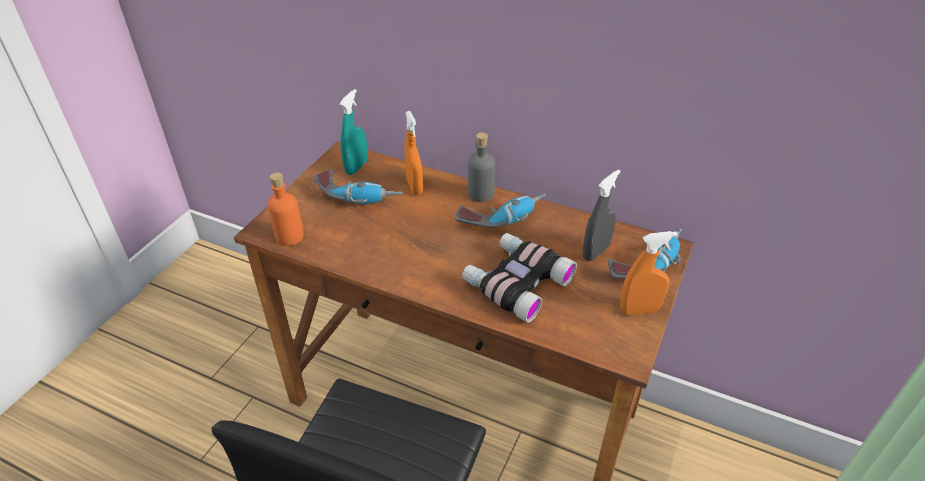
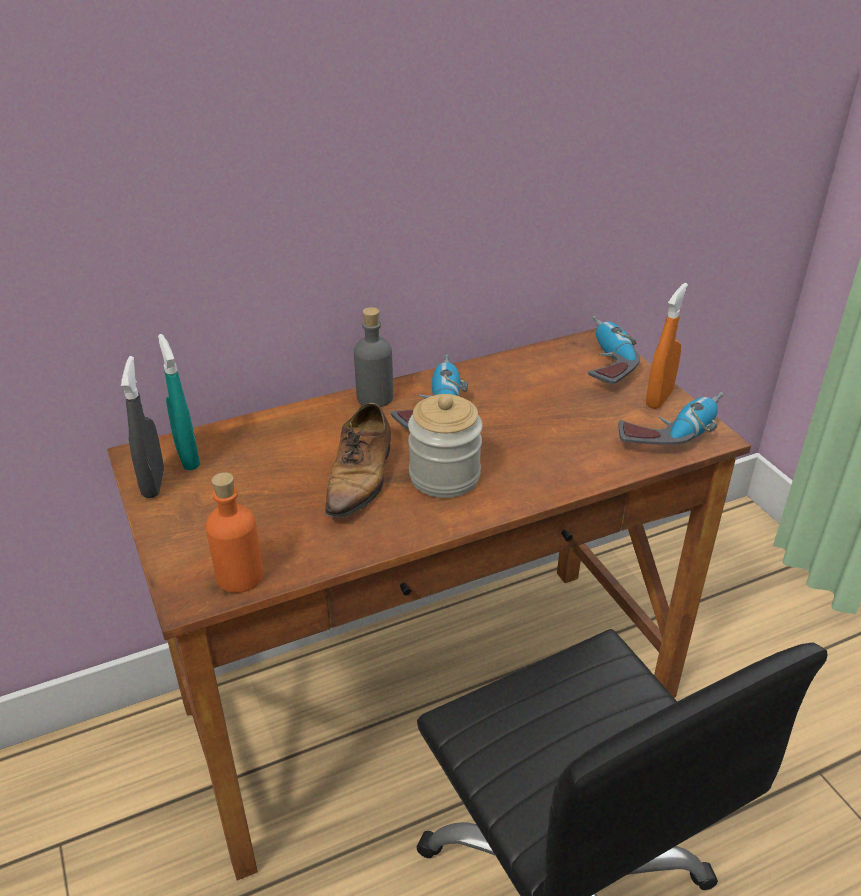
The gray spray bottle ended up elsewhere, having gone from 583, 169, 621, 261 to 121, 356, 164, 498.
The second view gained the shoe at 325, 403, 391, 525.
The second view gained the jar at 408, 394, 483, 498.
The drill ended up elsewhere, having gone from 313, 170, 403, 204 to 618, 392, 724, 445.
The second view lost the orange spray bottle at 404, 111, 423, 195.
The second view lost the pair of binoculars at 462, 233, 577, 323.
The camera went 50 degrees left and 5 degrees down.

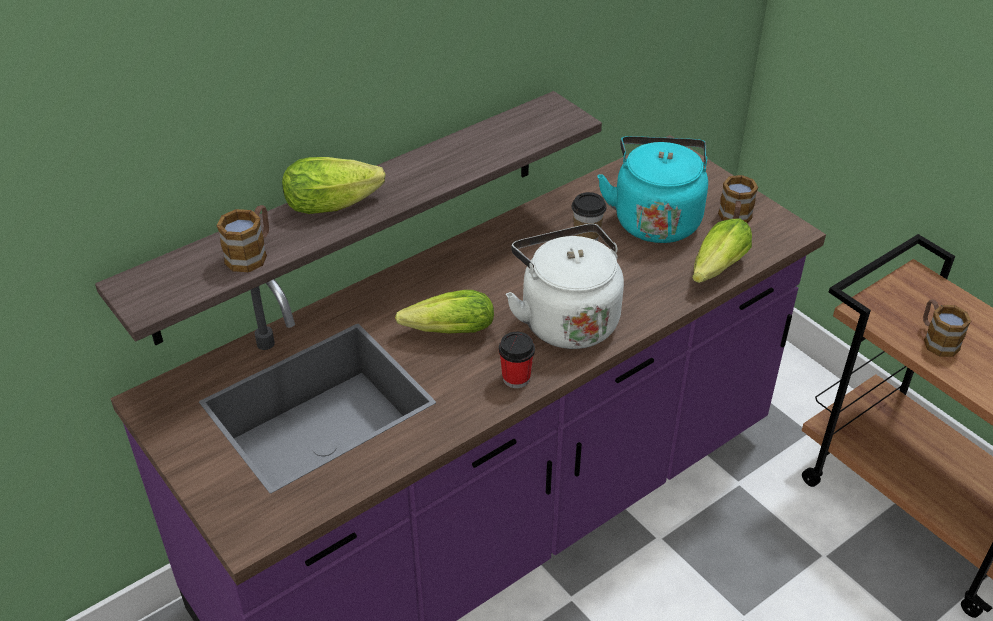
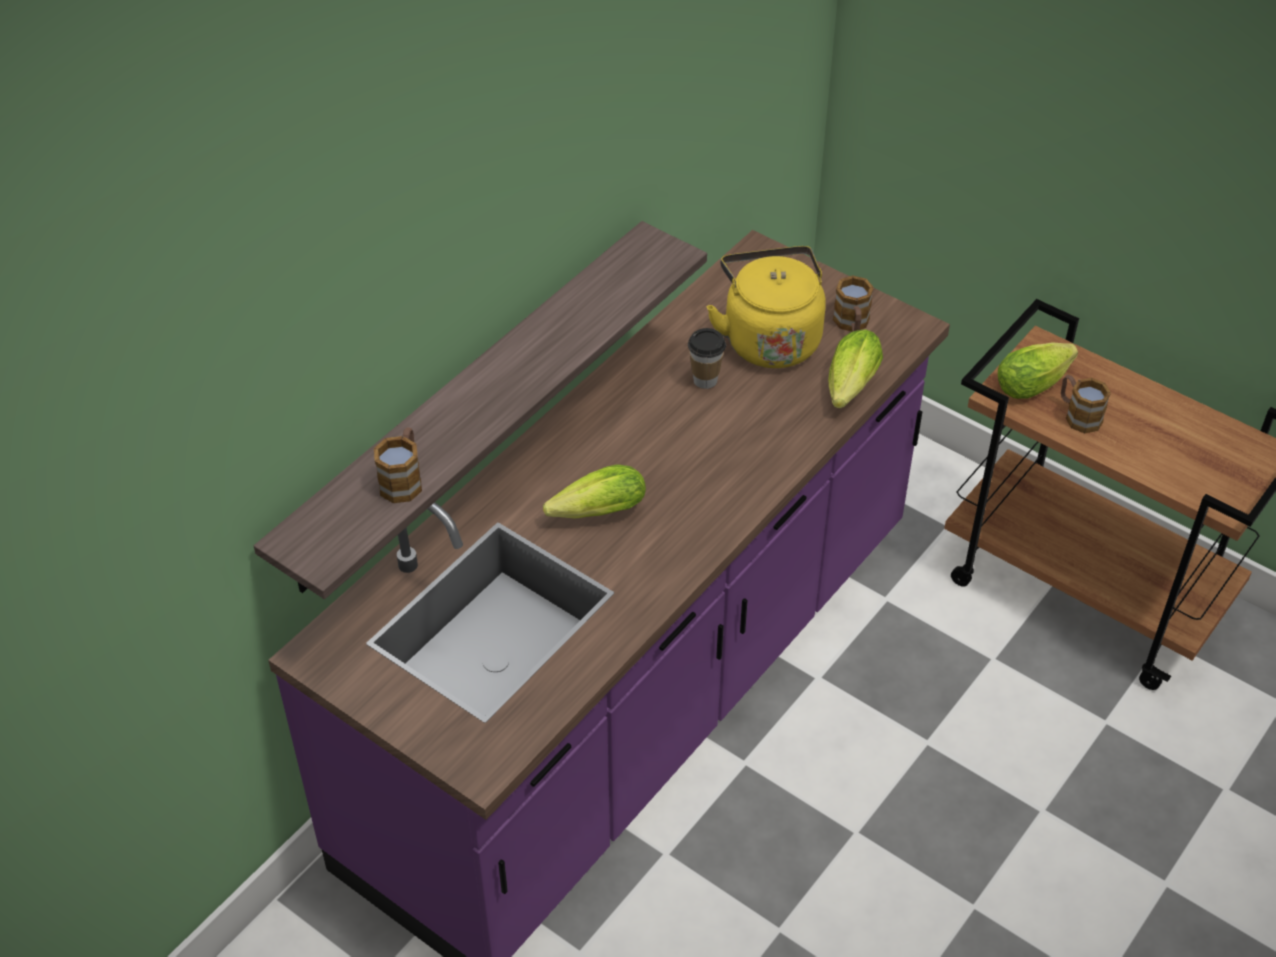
What was the turquoise-coloured kettle at 597, 136, 708, 243 turned into the yellowish kettle at 706, 246, 826, 368.
The lettuce ended up elsewhere, having gone from 282, 157, 385, 214 to 998, 342, 1078, 399.
The second view lost the drinking cup at 499, 332, 535, 388.
The second view lost the white-coloured kettle at 506, 224, 624, 349.
The camera went 15 degrees left and 5 degrees up.

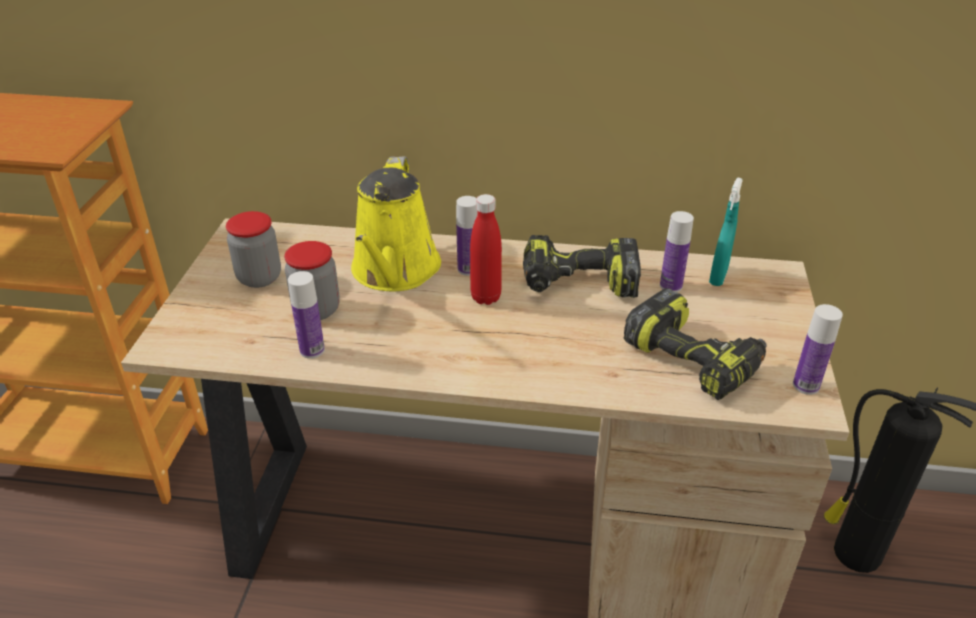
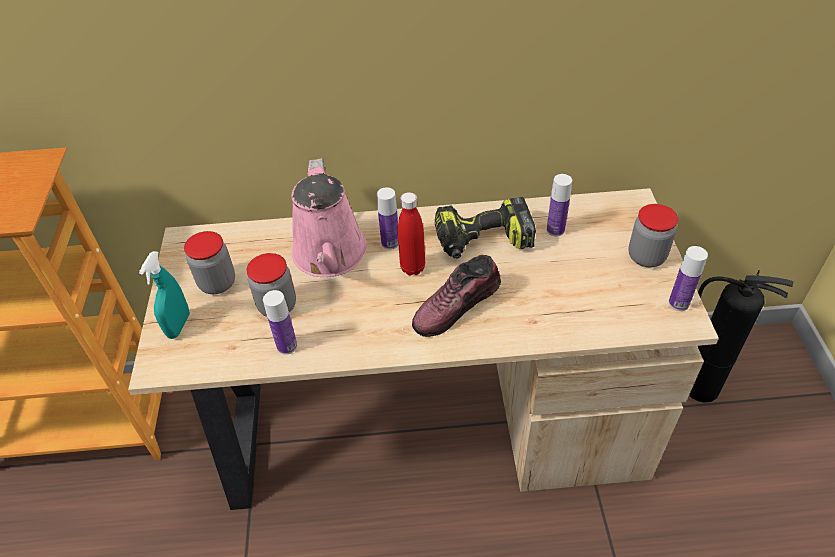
The turquoise-coloured spray bottle ended up elsewhere, having gone from 709, 178, 743, 286 to 139, 251, 190, 339.
What was the yellowish watering pot at 351, 156, 441, 292 turned into the pink-coloured watering pot at 291, 158, 367, 277.
The second view gained the shoe at 412, 255, 501, 337.
The second view gained the jar at 629, 204, 678, 268.
The second view lost the drill at 624, 288, 767, 400.
The camera went 10 degrees left and 10 degrees up.

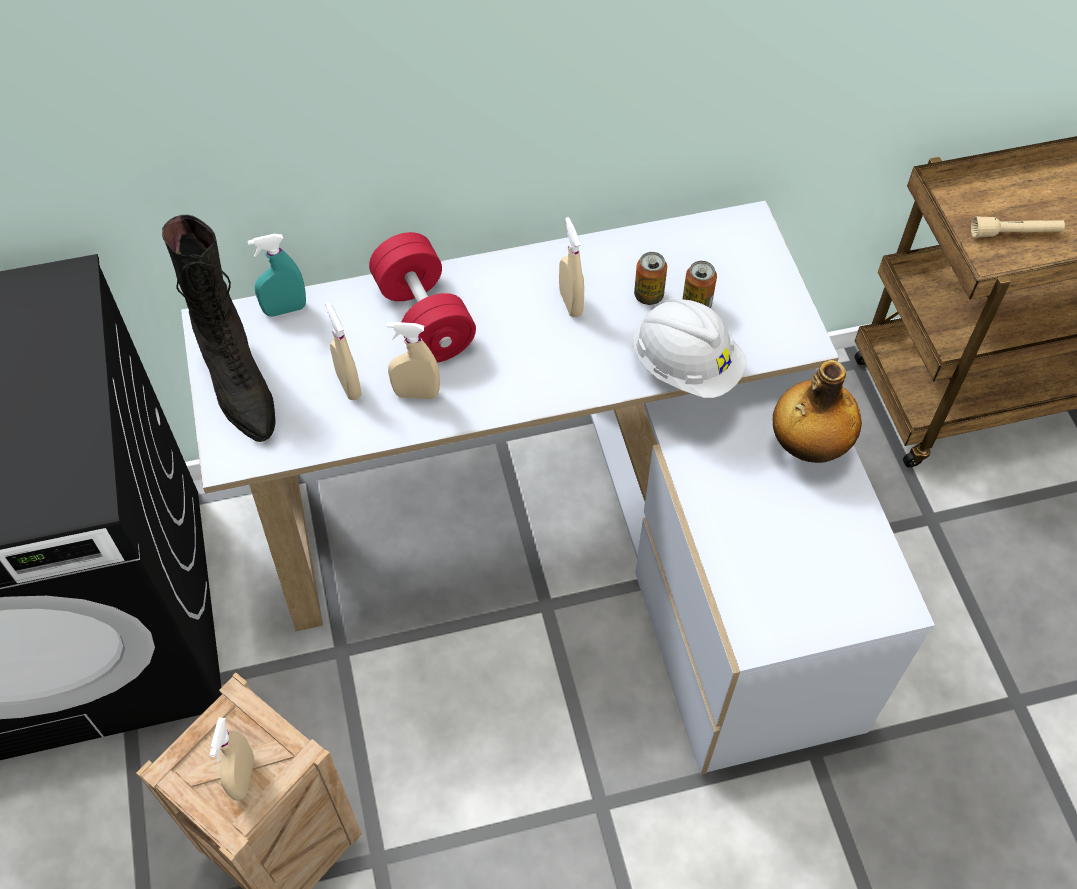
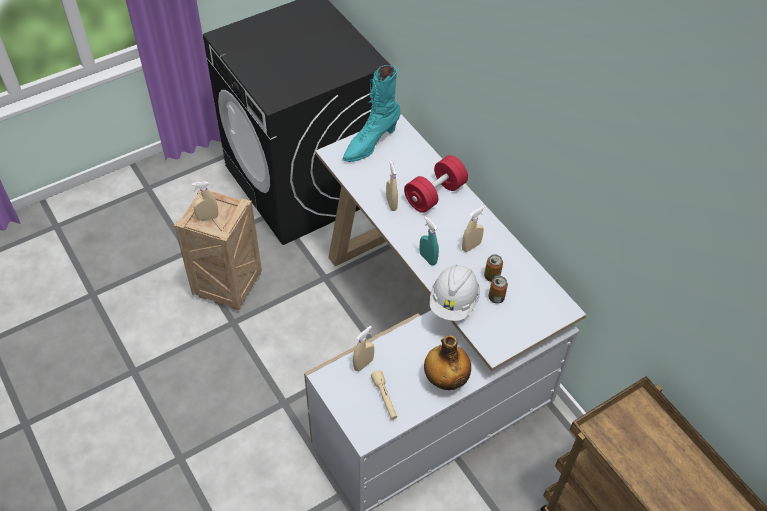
What was the black-coloured boot at 162, 215, 276, 442 turned into the turquoise-coloured boot at 342, 65, 401, 162.
The beige spray bottle ended up elsewhere, having gone from 325, 302, 362, 400 to 353, 326, 374, 371.
The beige hand torch ended up elsewhere, having gone from 971, 216, 1065, 238 to 371, 370, 397, 420.
The turquoise-coloured spray bottle ended up elsewhere, having gone from 248, 234, 306, 317 to 419, 217, 439, 266.
The camera went 70 degrees right and 5 degrees down.

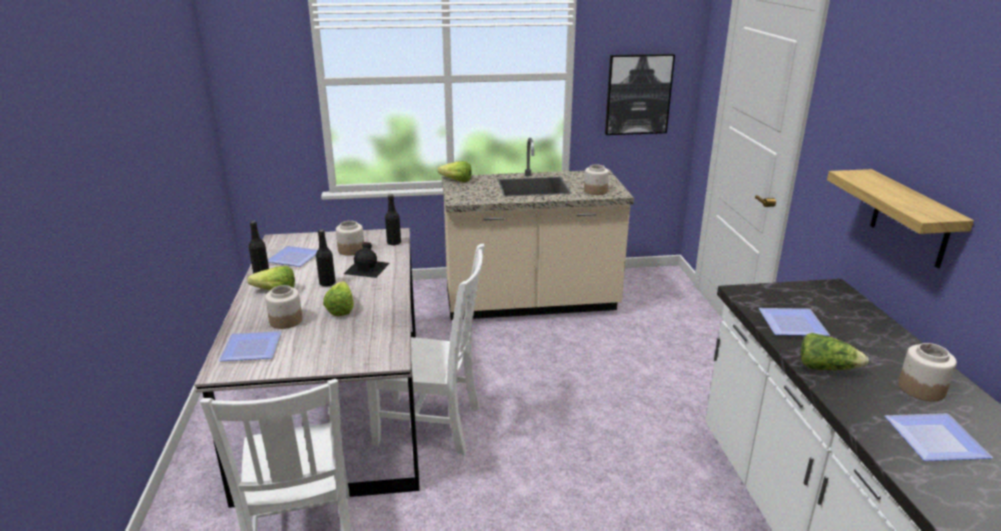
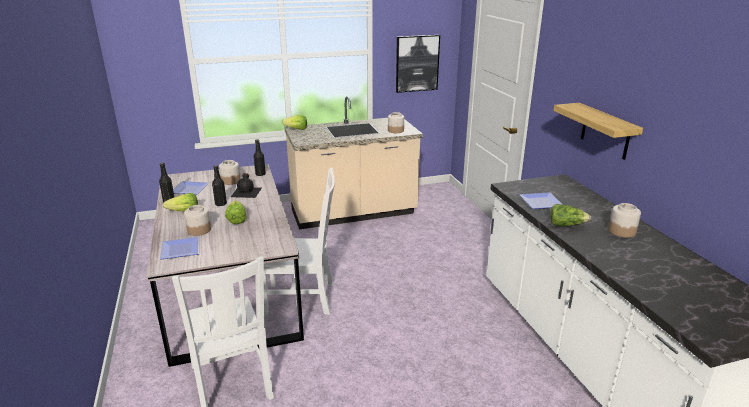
The second view lost the flat dish at 885, 413, 993, 461.
The camera went 10 degrees left and 0 degrees up.

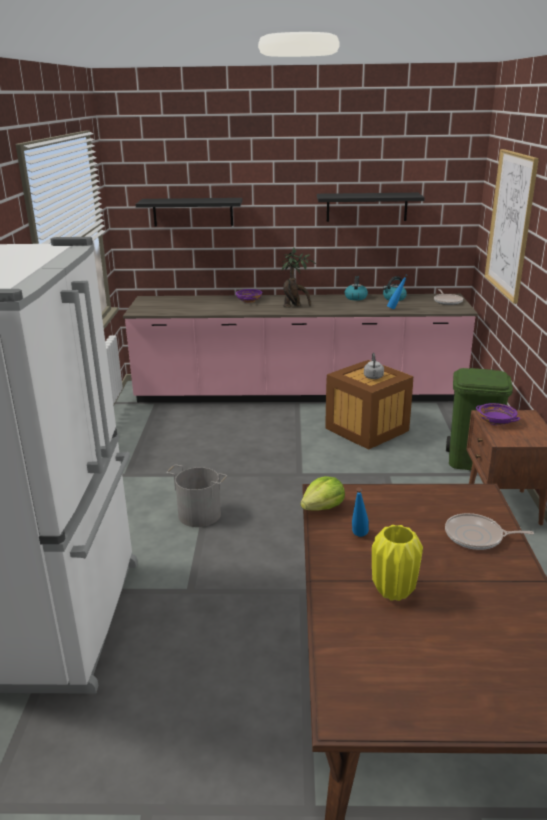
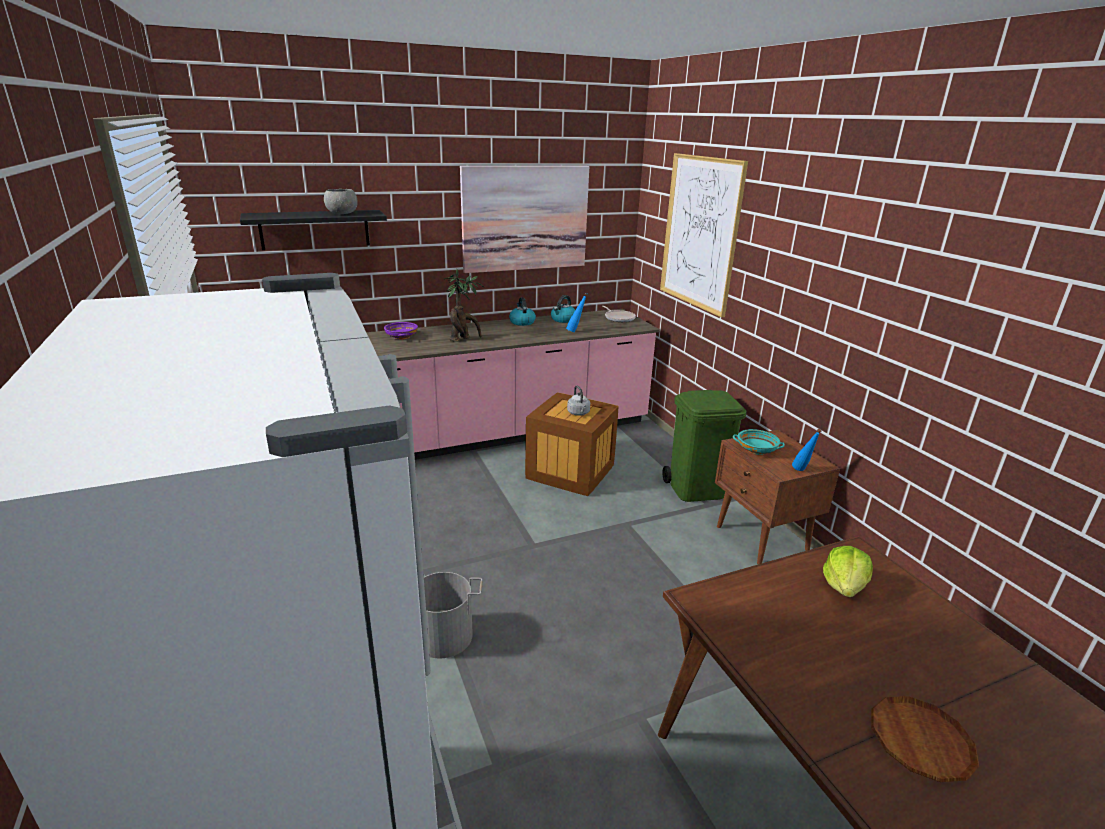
The second view gained the gray deep dish at 324, 189, 358, 214.
Where the black-coloured bracket shelf hung at 317, 193, 425, 222, the picture came to hang at 460, 166, 589, 273.
What was the purplish deep dish at 476, 403, 520, 426 turned into the turquoise-coloured deep dish at 733, 429, 785, 455.
The blue-coloured drink bottle ended up elsewhere, having gone from 352, 487, 369, 537 to 792, 429, 822, 471.
The lettuce ended up elsewhere, having gone from 301, 476, 345, 510 to 823, 546, 873, 597.
Where the yellowish vase stood at 372, 525, 423, 601, the brown flat dish came to stand at 871, 696, 979, 782.
The second view lost the frying pan at 445, 513, 534, 550.
The camera went 25 degrees left and 0 degrees up.

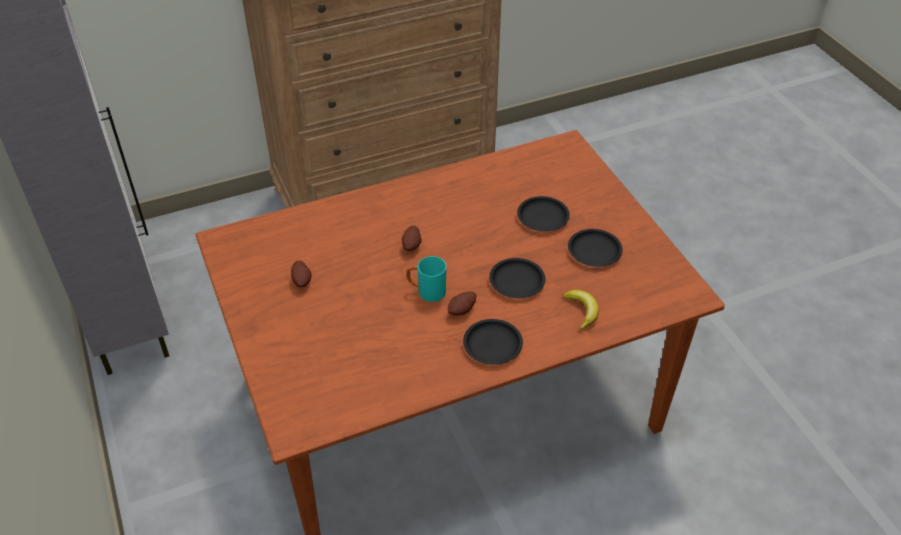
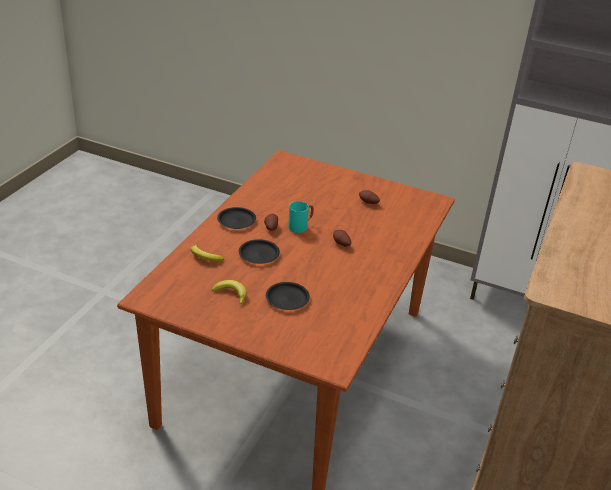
Where the black-coloured flat dish stood at 568, 229, 623, 267, the whole banana came to stand at 212, 280, 247, 306.
The camera went 135 degrees right and 10 degrees down.

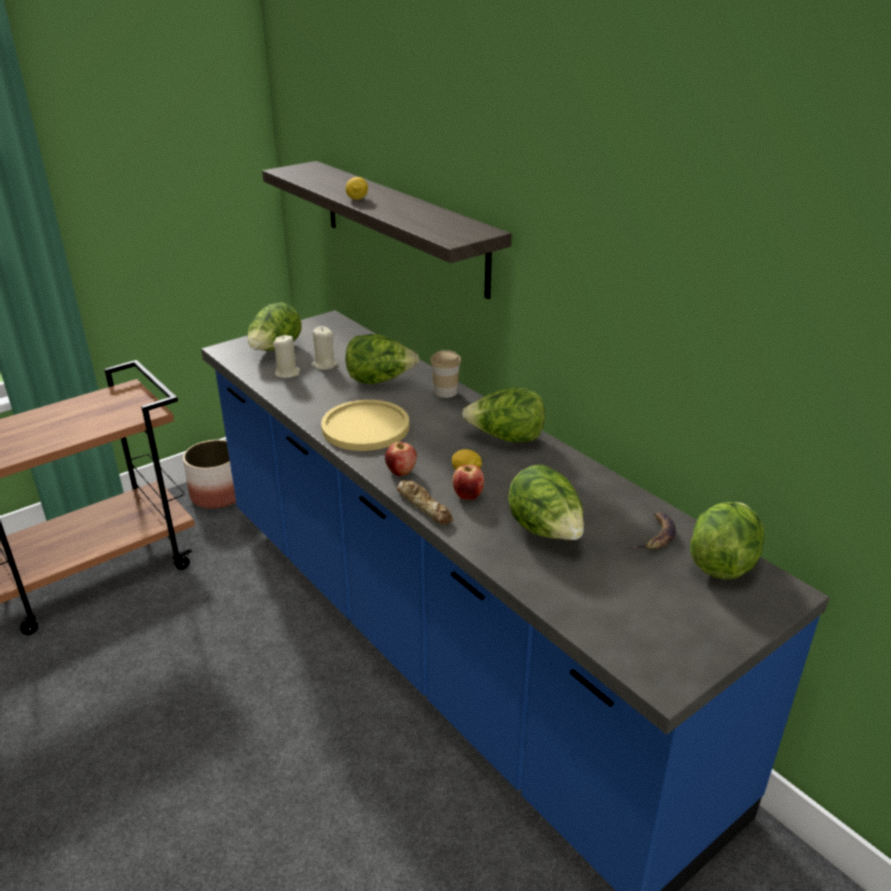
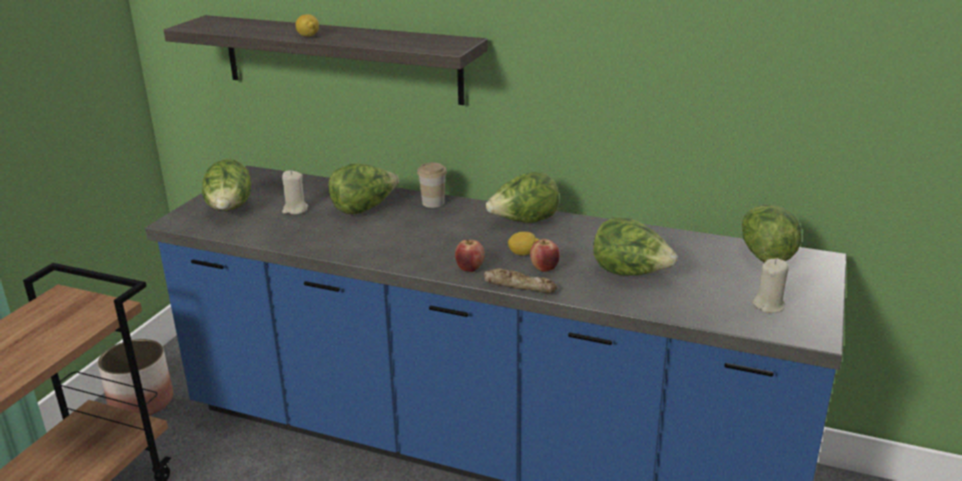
The beige candle ended up elsewhere, having gone from 273, 335, 300, 378 to 752, 258, 789, 313.
The second view lost the yellowish flat dish at 321, 400, 409, 451.
The second view lost the whole banana at 633, 512, 676, 549.
The camera went 30 degrees left and 5 degrees down.

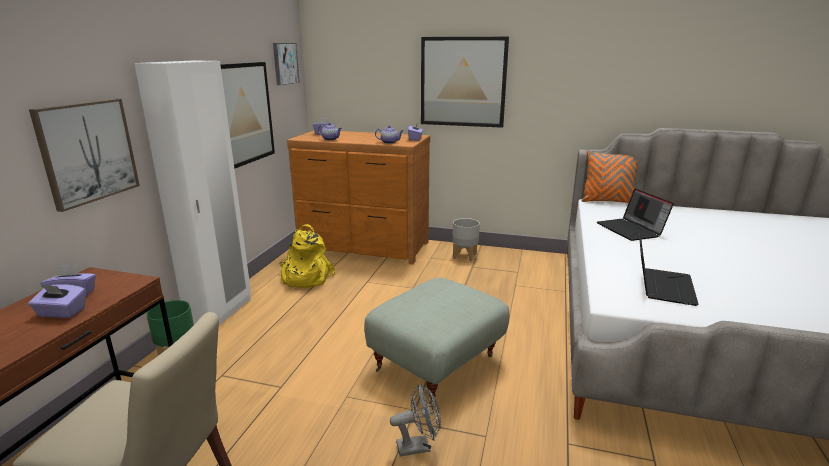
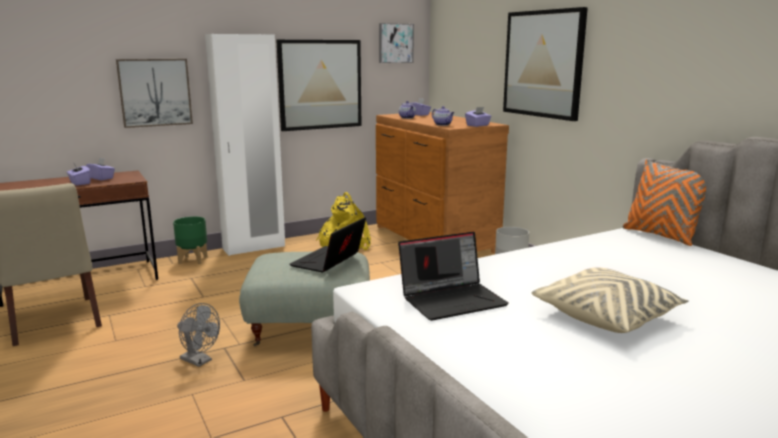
The notebook computer ended up elsewhere, having gone from 597, 189, 674, 241 to 289, 217, 366, 272.
The second view gained the beige throw pillow at 532, 267, 689, 333.
The camera went 45 degrees right and 5 degrees down.

